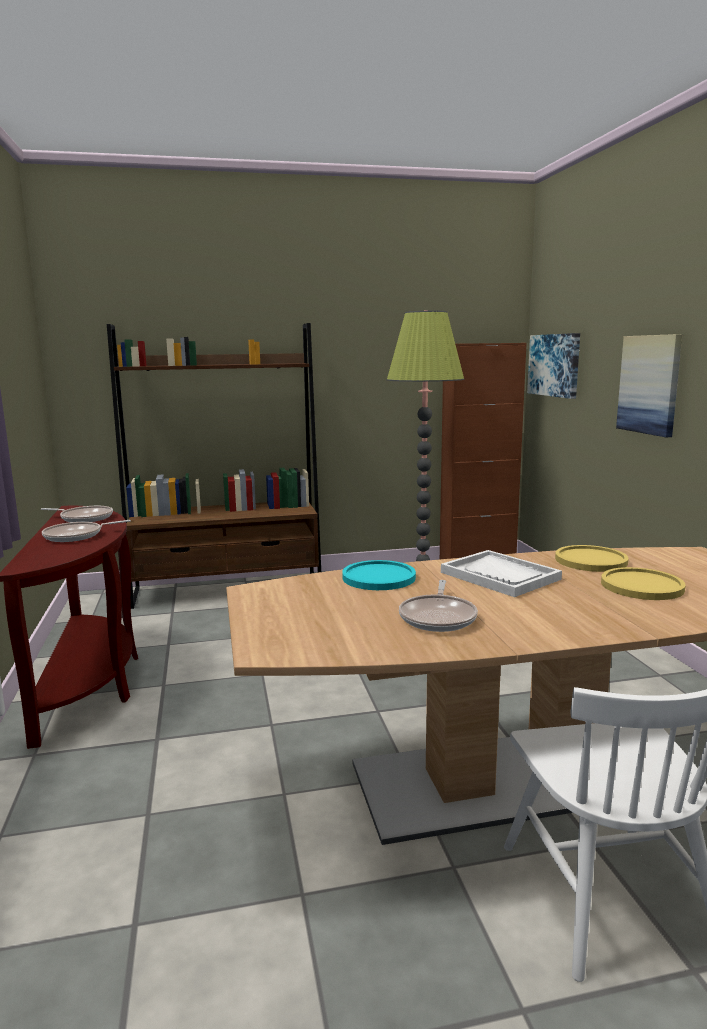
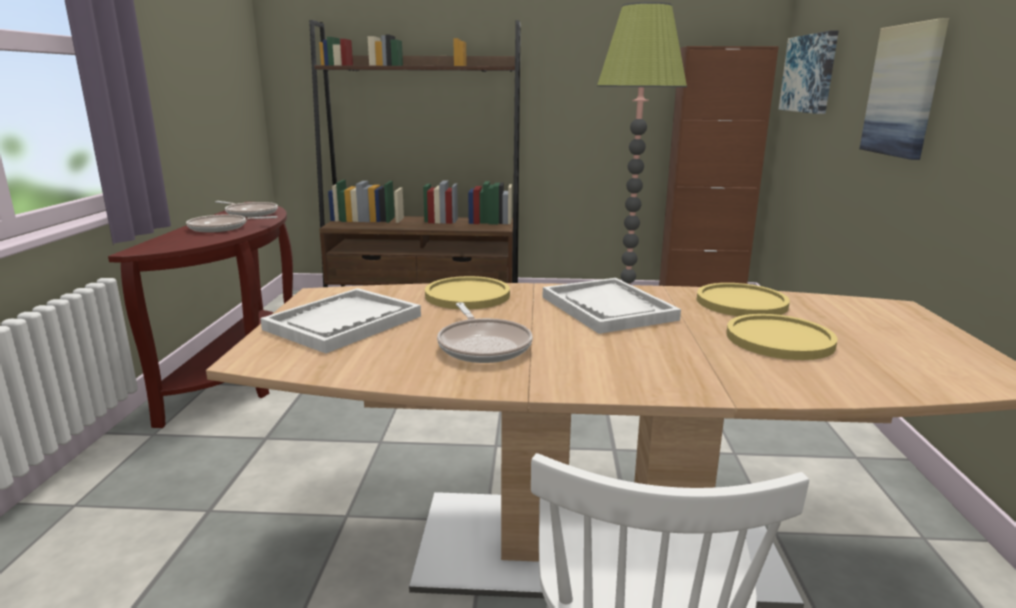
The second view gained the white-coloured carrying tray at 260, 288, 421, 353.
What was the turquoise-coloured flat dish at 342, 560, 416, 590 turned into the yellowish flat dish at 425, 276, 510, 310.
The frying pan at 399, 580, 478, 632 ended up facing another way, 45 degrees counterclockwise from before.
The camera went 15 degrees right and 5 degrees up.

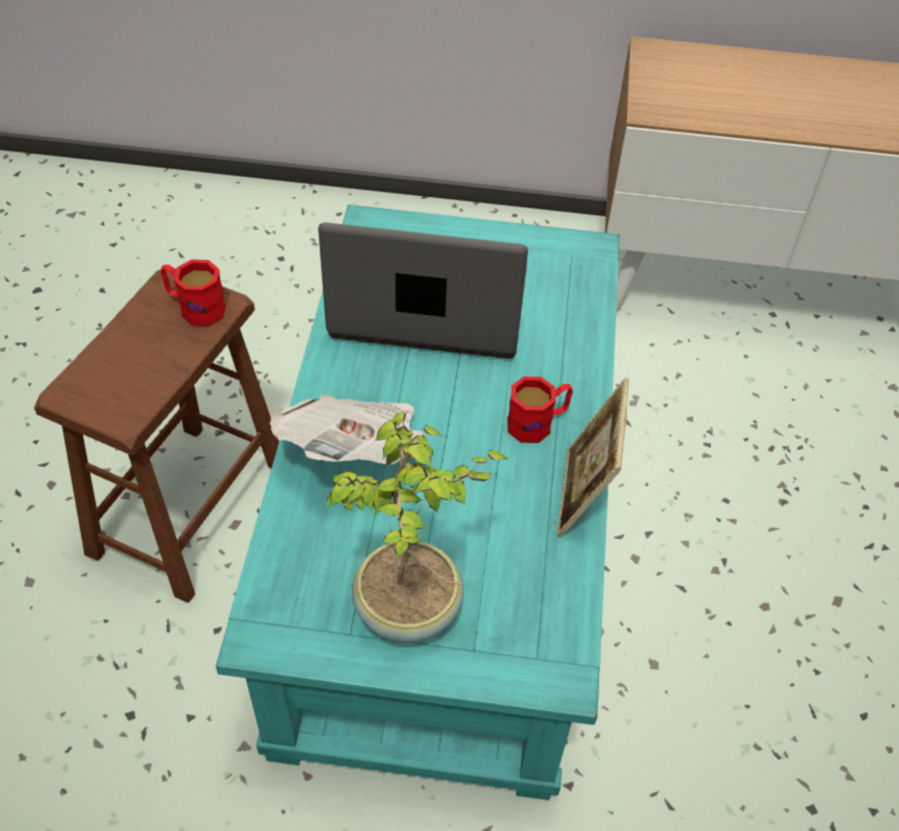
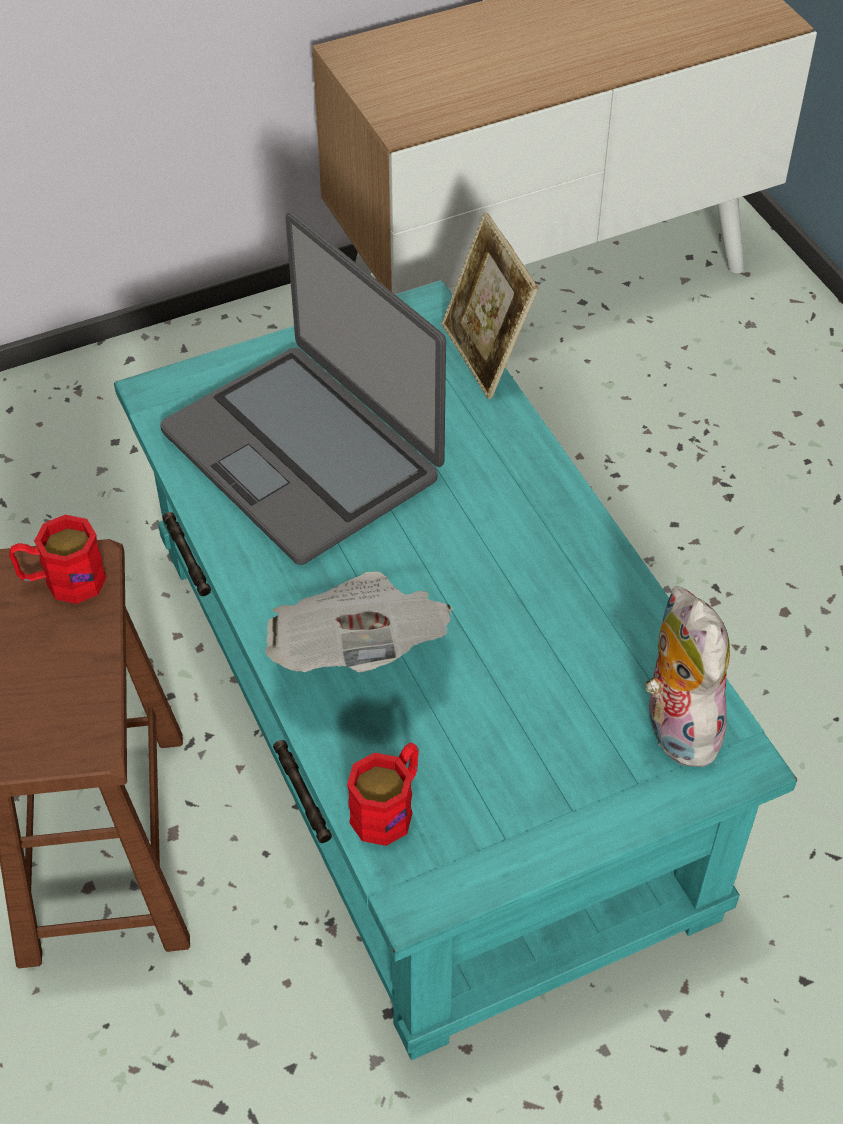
The notebook computer at 318, 222, 528, 359 ended up facing another way, 105 degrees counterclockwise from before.
The reddish coffee mug ended up elsewhere, having gone from 507, 377, 573, 443 to 347, 743, 419, 846.
The photo frame ended up elsewhere, having gone from 557, 377, 629, 538 to 442, 212, 538, 399.
The second view gained the cuddly toy at 645, 586, 730, 767.
The second view lost the potted plant at 324, 412, 508, 643.
The camera went 30 degrees left and 0 degrees up.

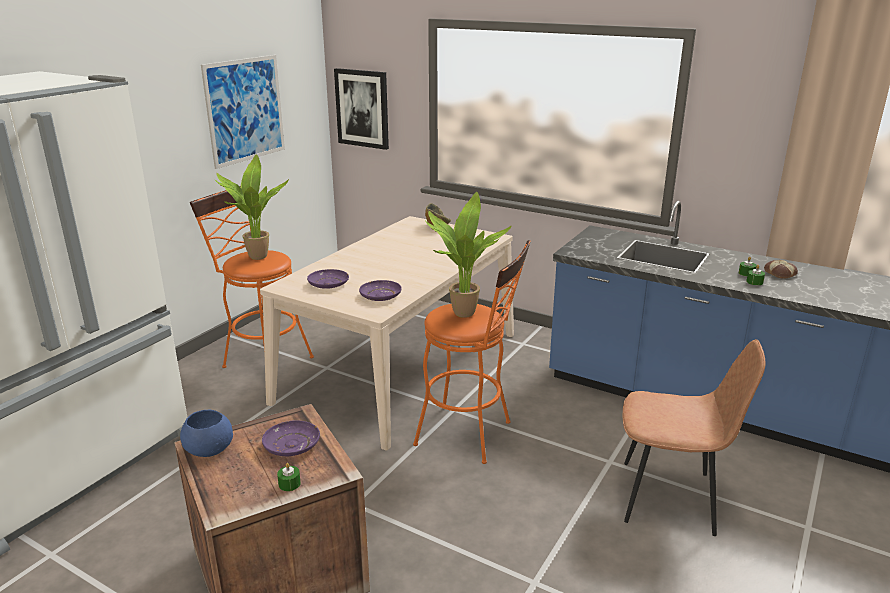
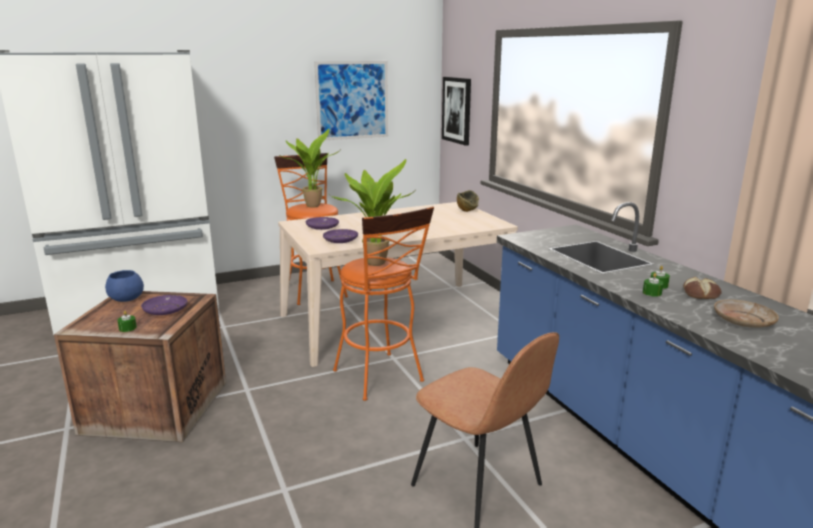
The second view gained the beige flat dish at 714, 299, 779, 328.
The camera went 35 degrees right and 5 degrees down.

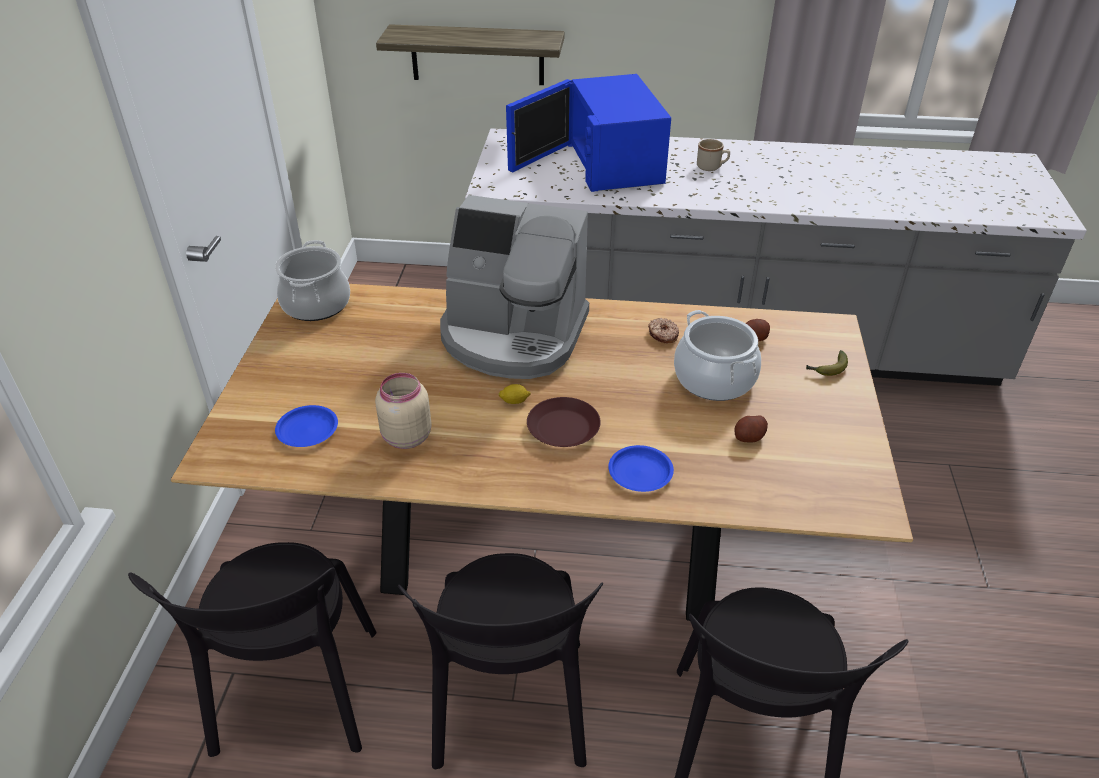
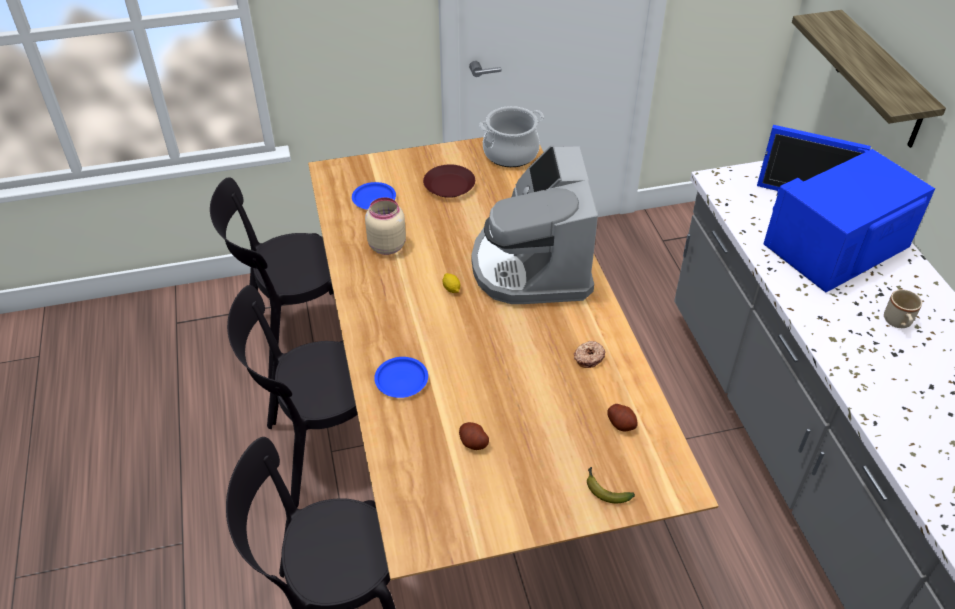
The brown flat dish ended up elsewhere, having gone from 527, 397, 601, 447 to 423, 164, 475, 198.
The second view lost the saucepot at 674, 310, 761, 401.
The camera went 70 degrees right and 5 degrees up.

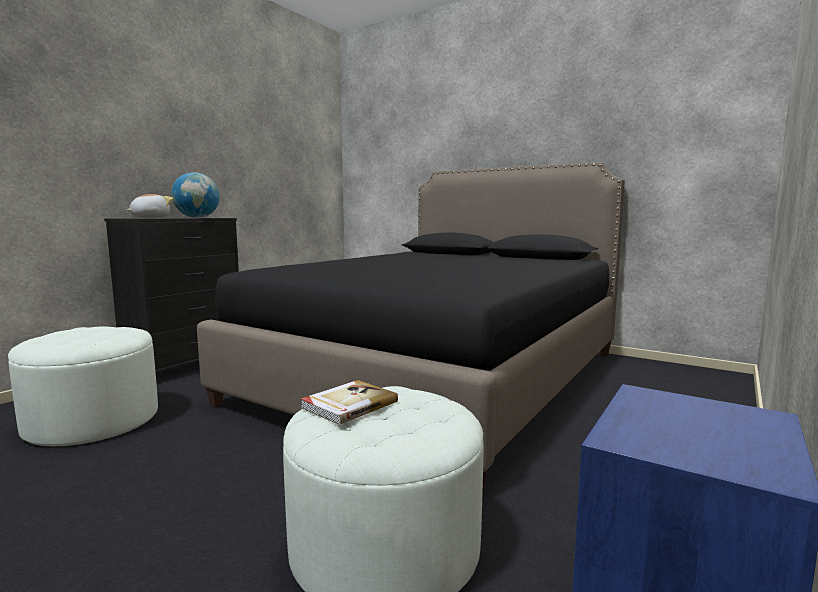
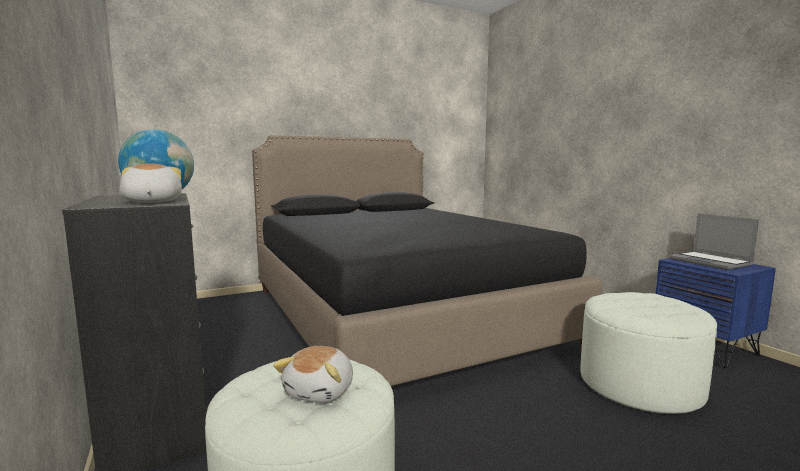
The second view gained the cuddly toy at 273, 346, 353, 403.
The second view gained the notebook computer at 669, 214, 759, 270.
The second view lost the book at 300, 380, 398, 425.
The camera went 60 degrees left and 0 degrees up.

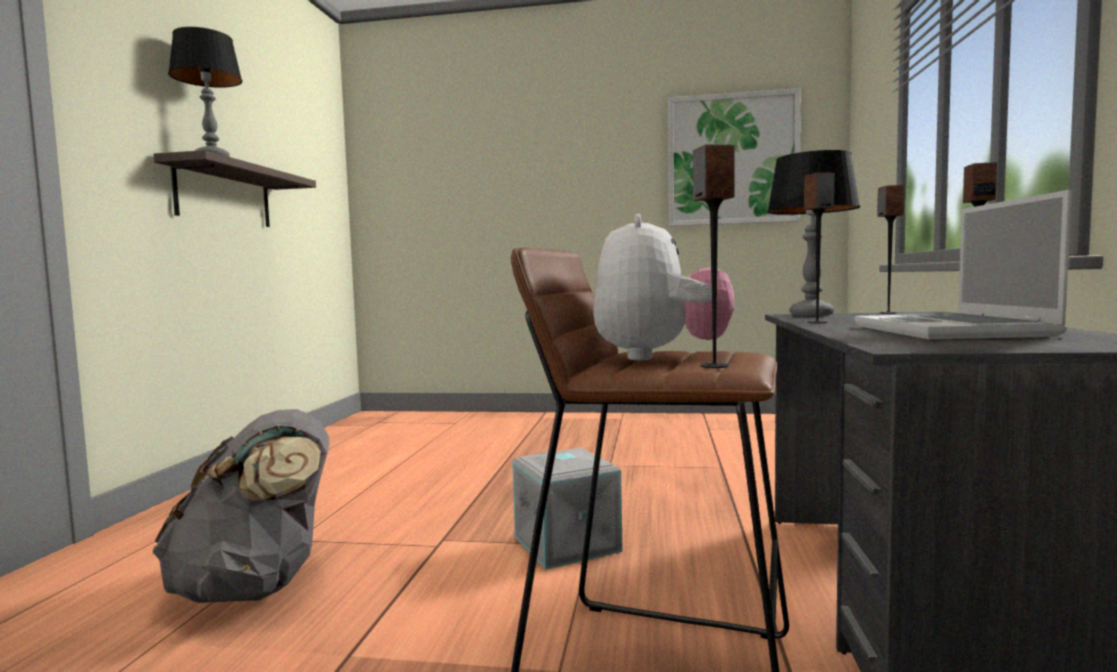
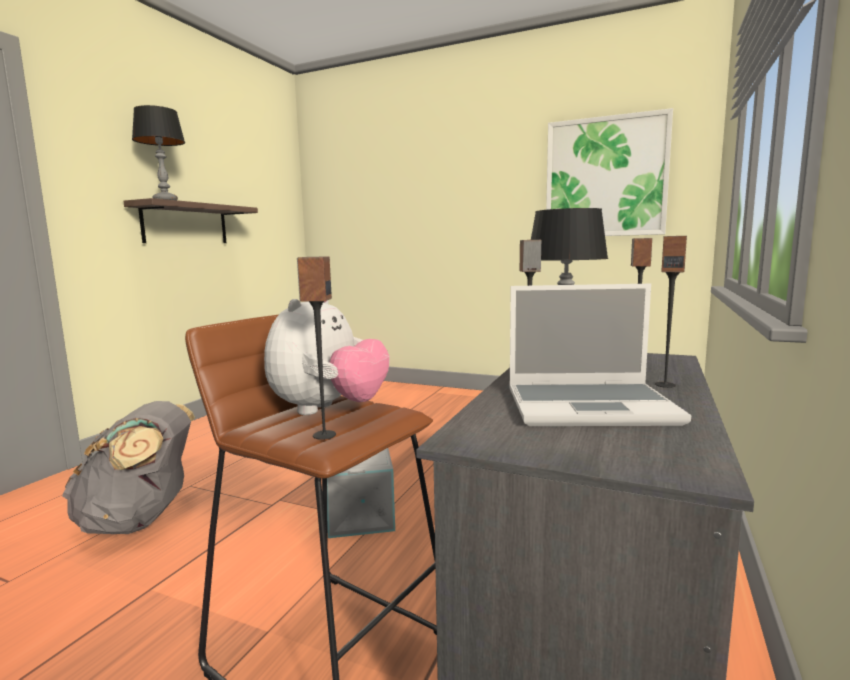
The notebook computer at 854, 190, 1072, 339 ended up facing another way, 105 degrees counterclockwise from before.
The camera went 15 degrees right and 5 degrees up.

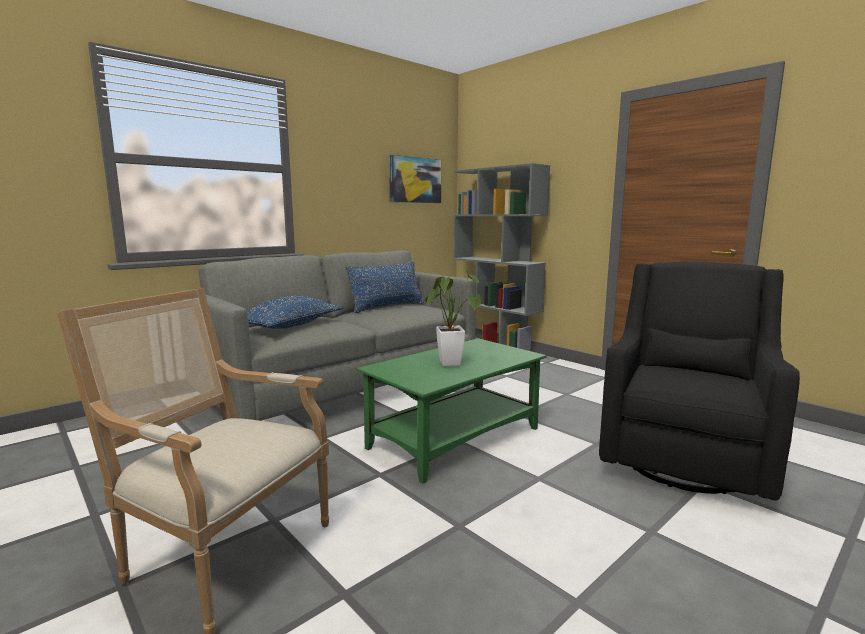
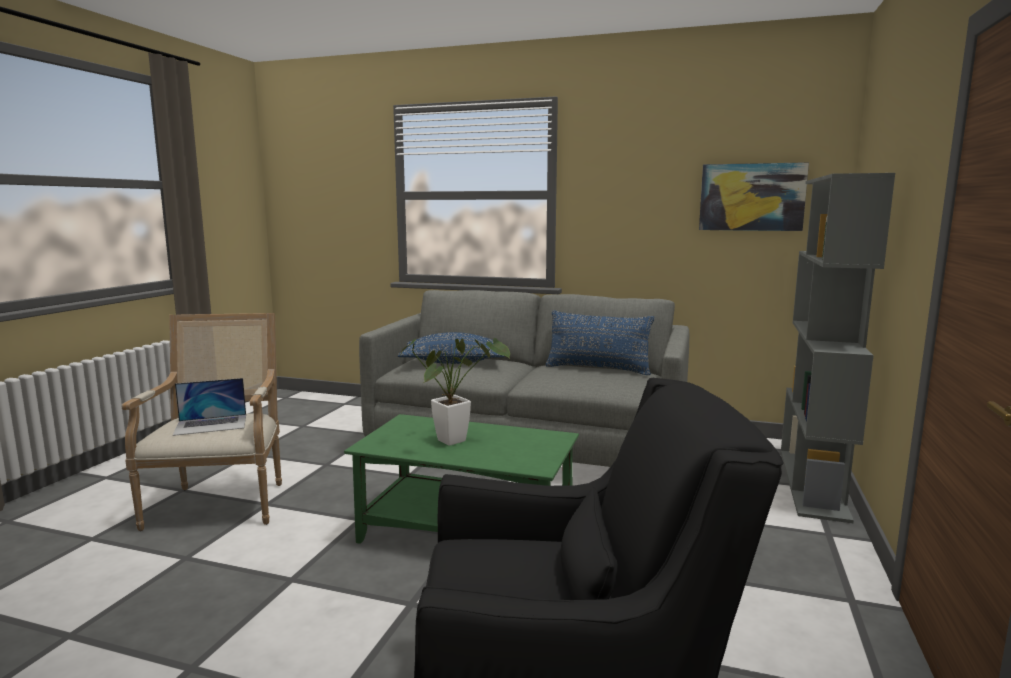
The second view gained the notebook computer at 173, 378, 246, 436.
The camera went 60 degrees right and 0 degrees up.

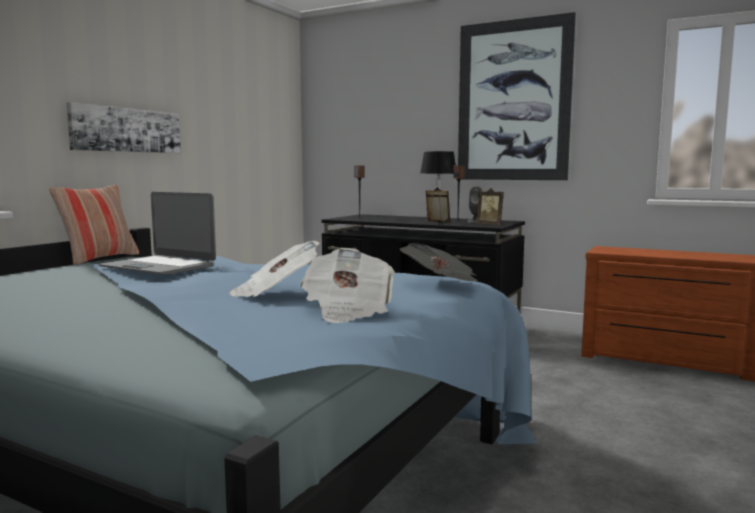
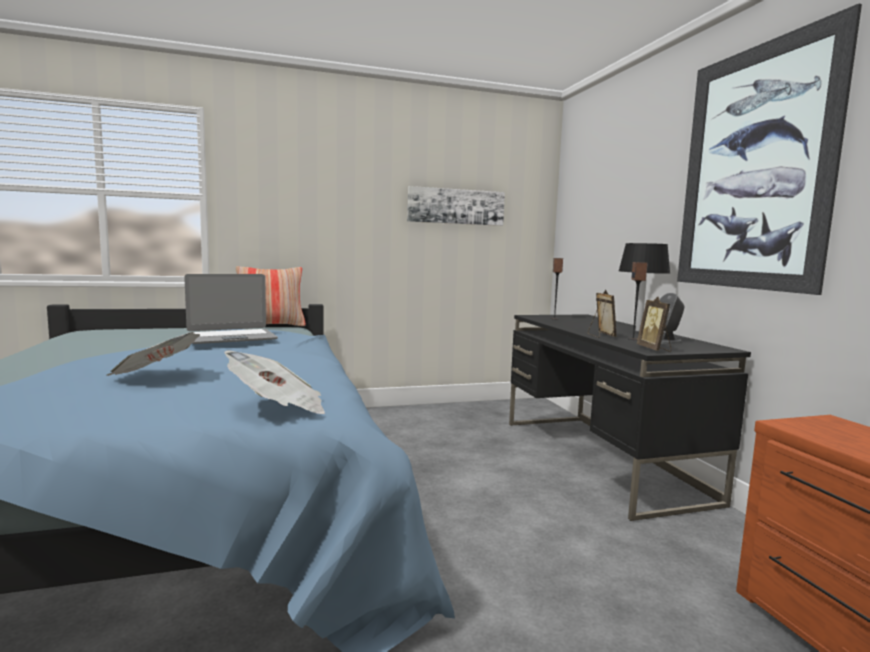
The notebook computer at 99, 192, 216, 275 ended up facing another way, 105 degrees counterclockwise from before.
The picture ended up elsewhere, having gone from 67, 102, 181, 153 to 407, 186, 505, 226.
The second view lost the newspaper at 300, 248, 395, 323.
The camera went 45 degrees right and 0 degrees up.

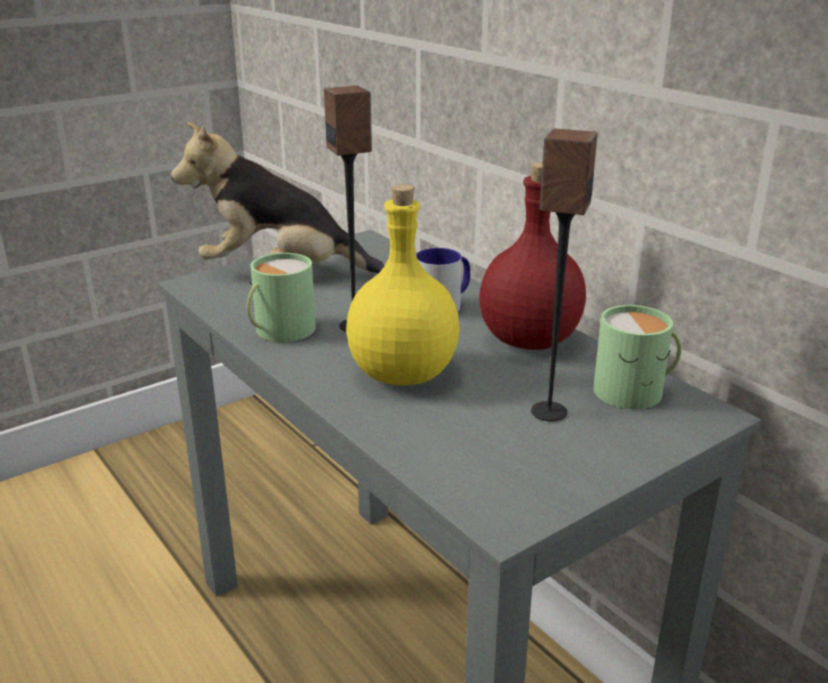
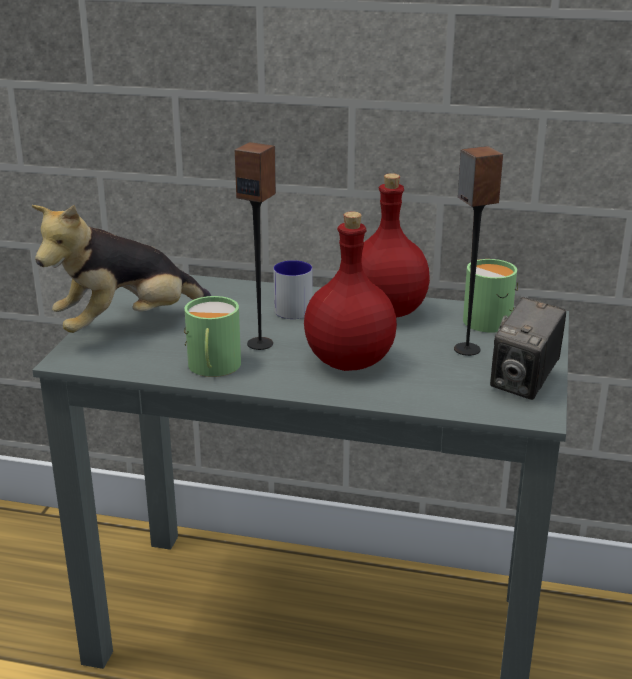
What was the yellowish drink bottle at 346, 184, 460, 385 turned into the reddish drink bottle at 304, 211, 397, 371.
The second view gained the photo camera at 490, 297, 566, 400.
The camera went 40 degrees left and 0 degrees up.

